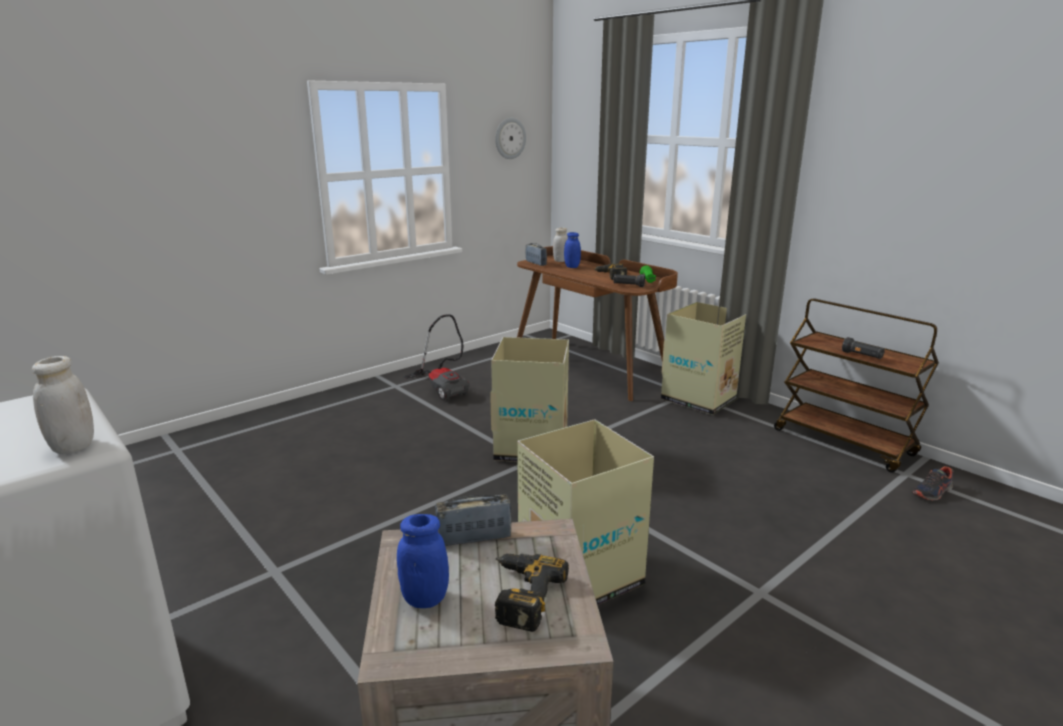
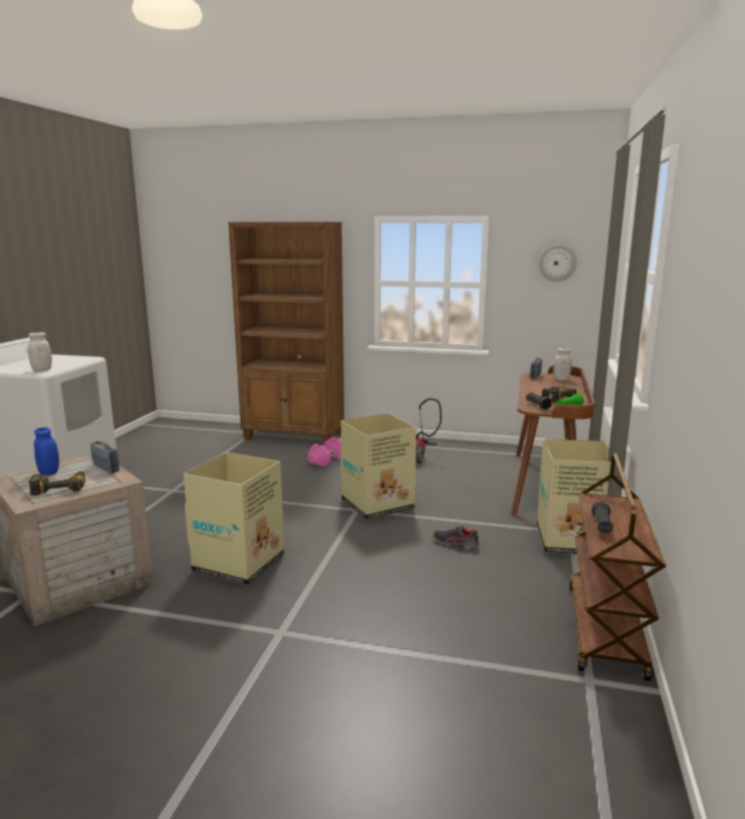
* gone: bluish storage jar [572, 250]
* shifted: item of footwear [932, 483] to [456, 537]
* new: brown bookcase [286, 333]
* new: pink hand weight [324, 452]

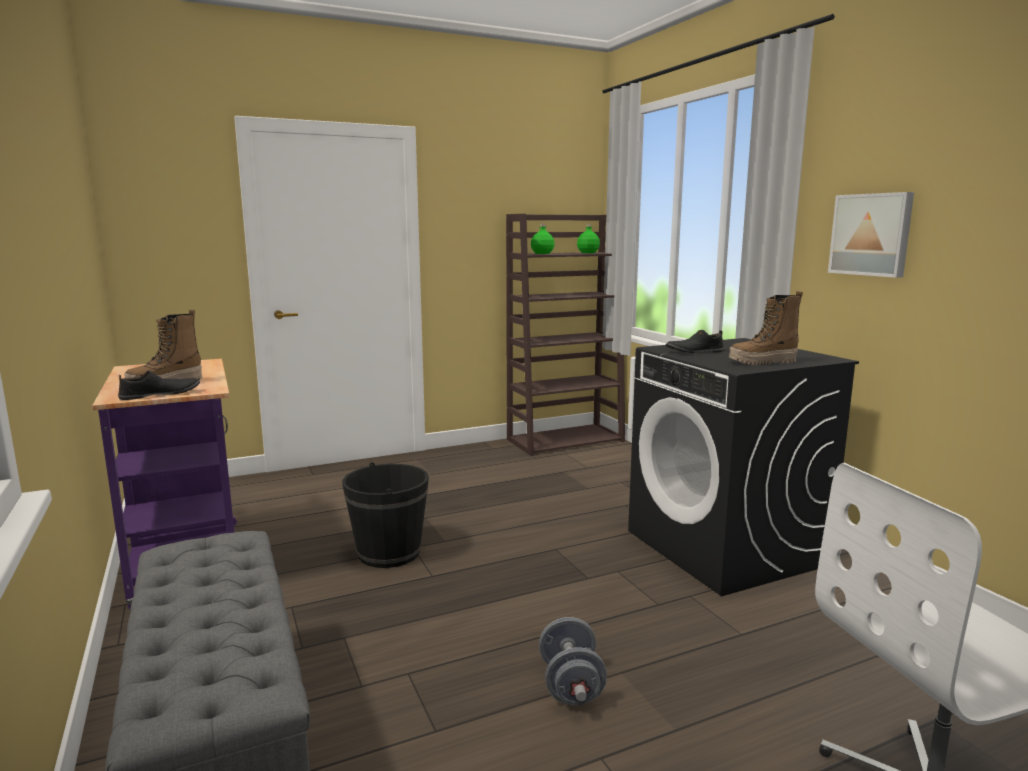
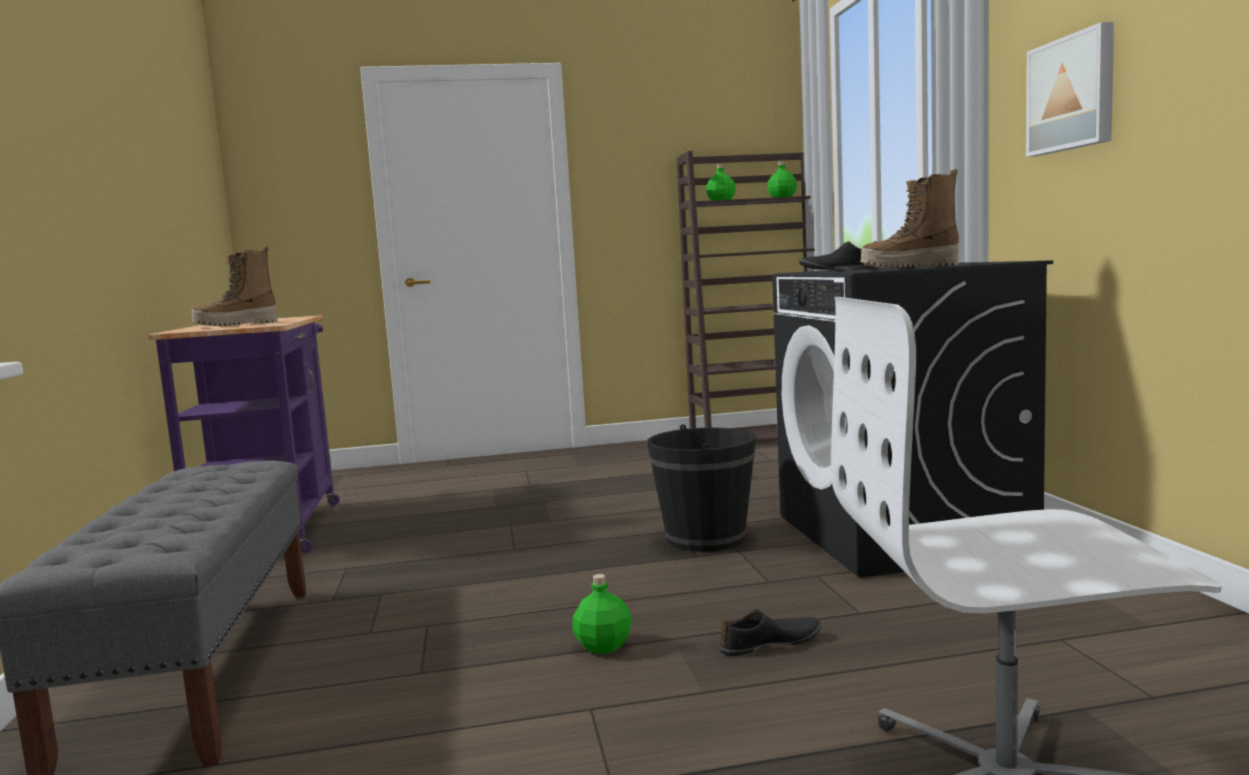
* shifted: black item of footwear [159, 385] to [770, 632]
* shifted: black bucket [385, 515] to [701, 488]
* swapped: greyish hand weight [573, 661] to greenish beverage bottle [602, 614]

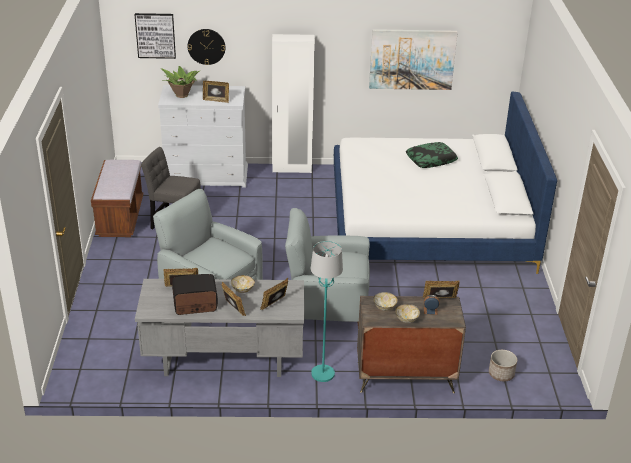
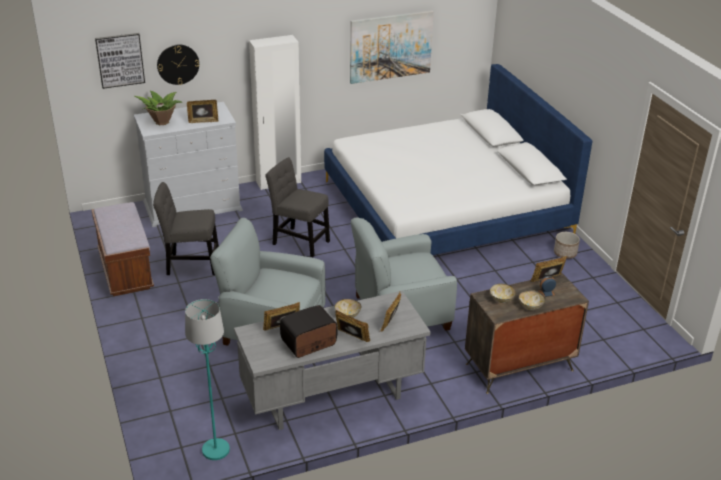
* gone: throw pillow [432, 155]
* shifted: blue-green standard lamp [327, 311] to [207, 379]
* shifted: planter [503, 365] to [567, 245]
* new: greyish chair [297, 207]

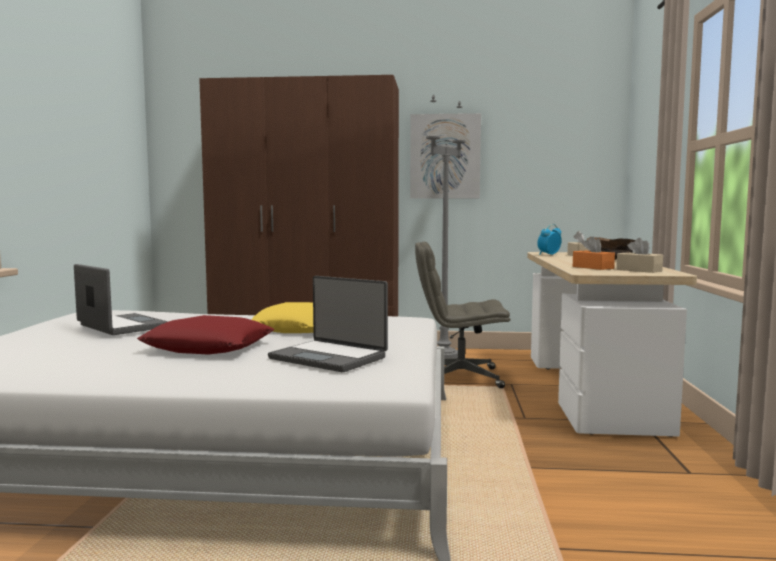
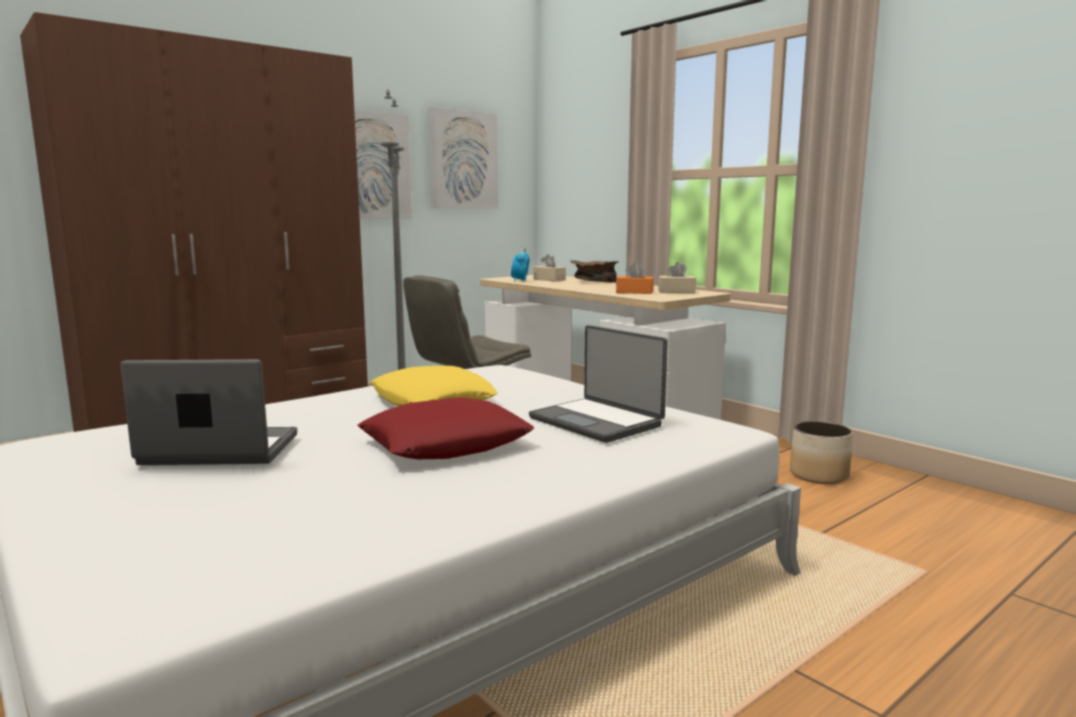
* rotated: portable computer [328, 324] = [598, 384] 60 degrees clockwise
* new: picture [463, 158]
* new: planter [821, 452]

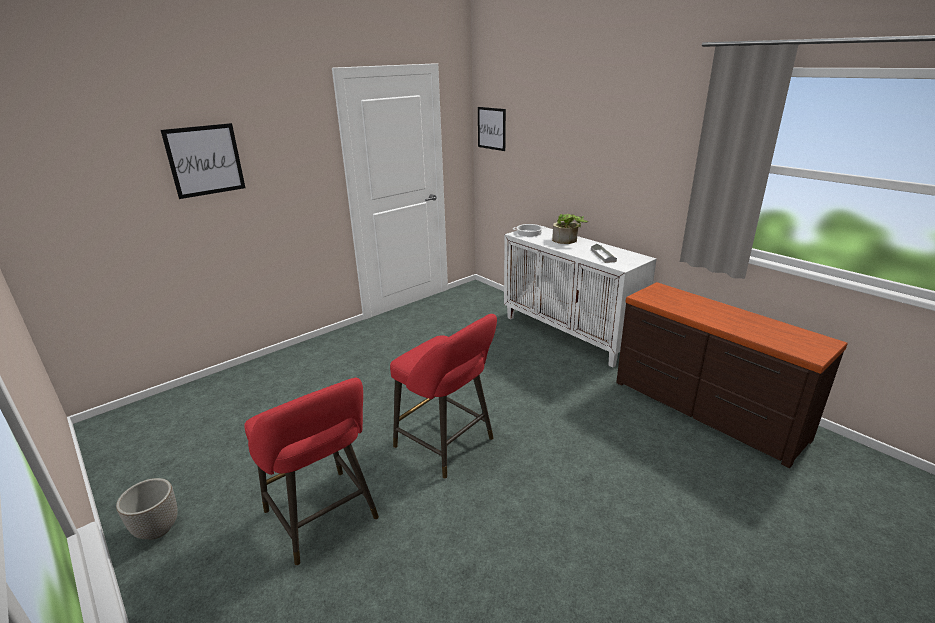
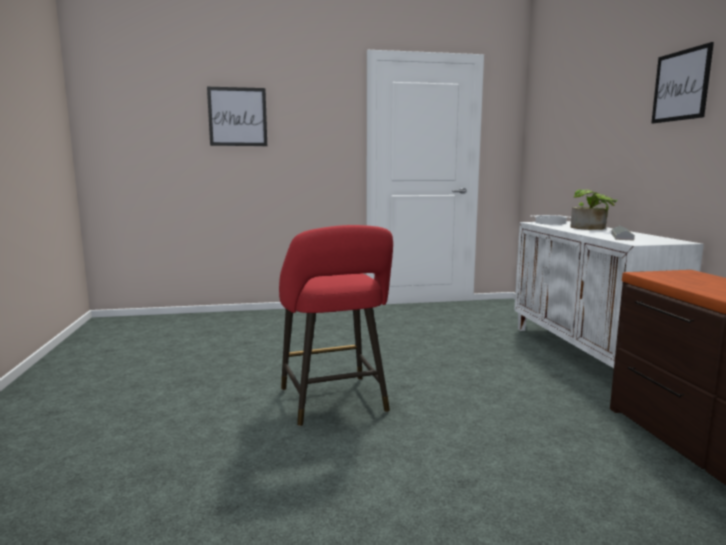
* shifted: picture [492, 129] to [682, 82]
* gone: red-coloured stool seat [311, 471]
* gone: planter [147, 509]

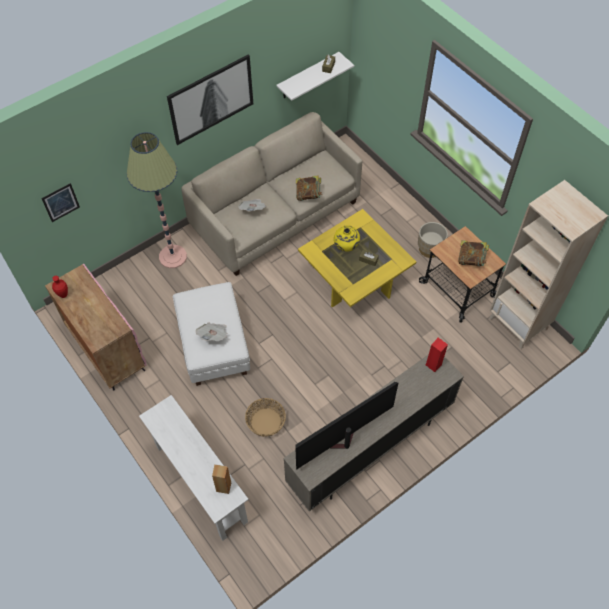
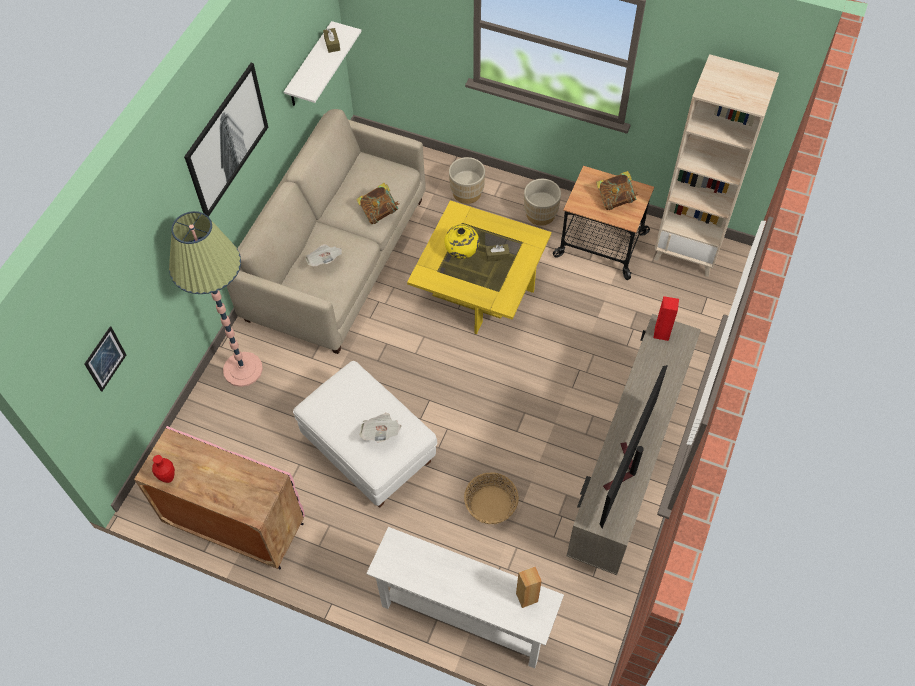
* new: beige planter [467, 180]

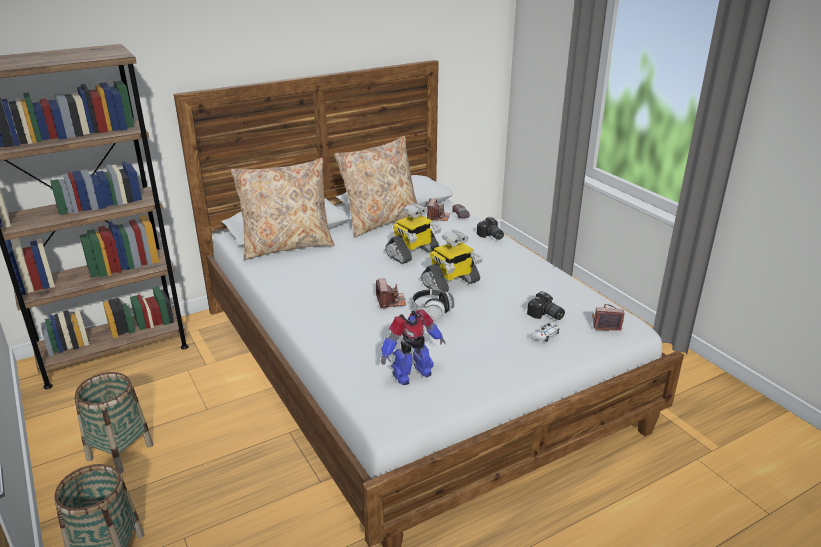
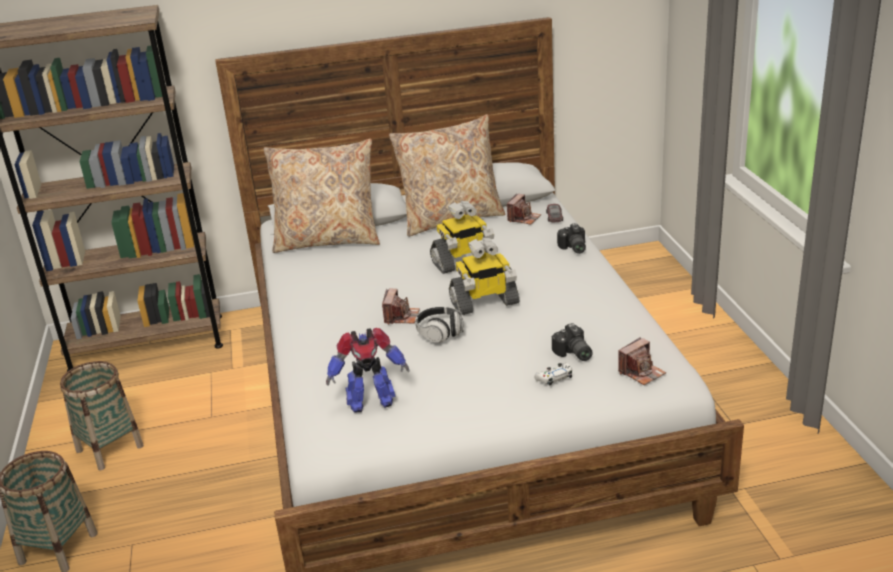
* rotated: still camera [608, 317] = [642, 361] 120 degrees clockwise

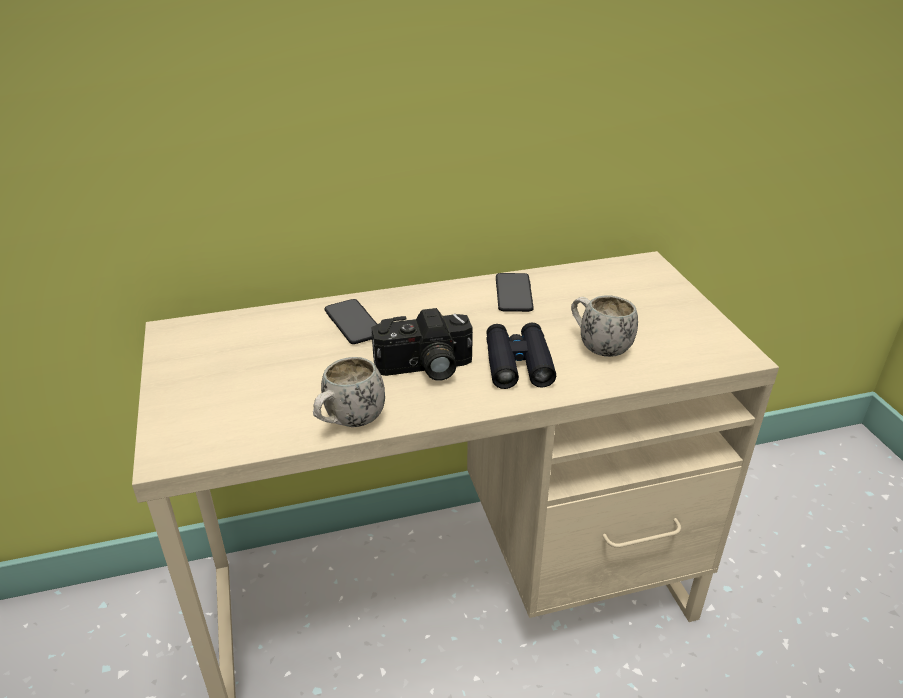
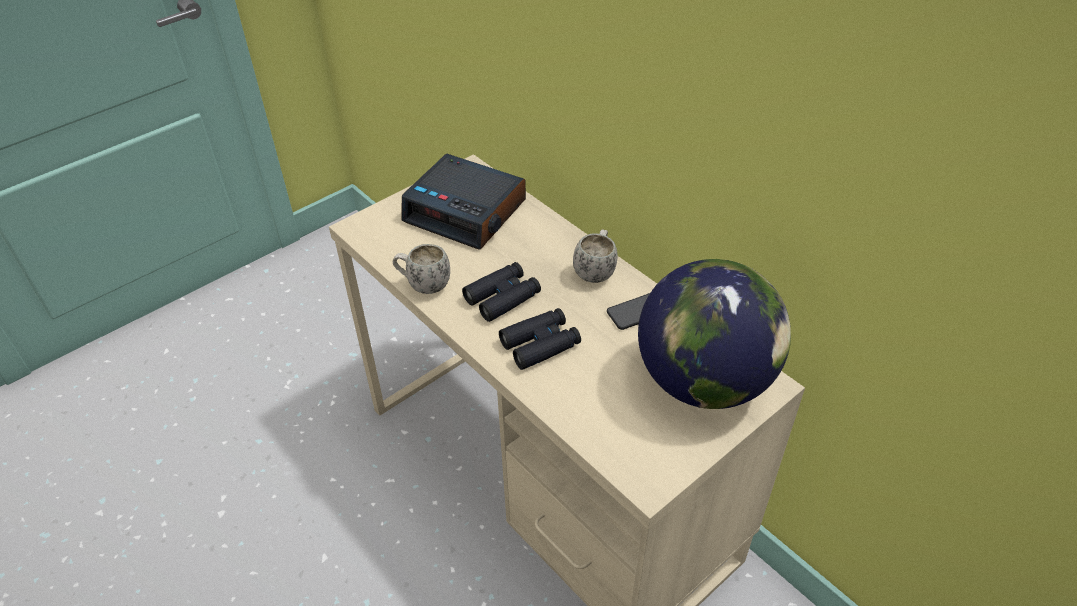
* shifted: white-coloured tea mug [604, 326] to [595, 256]
* gone: phone [351, 321]
* swapped: still camera [422, 344] to black binoculars [501, 292]
* new: bedside clock [464, 202]
* new: world globe [714, 334]

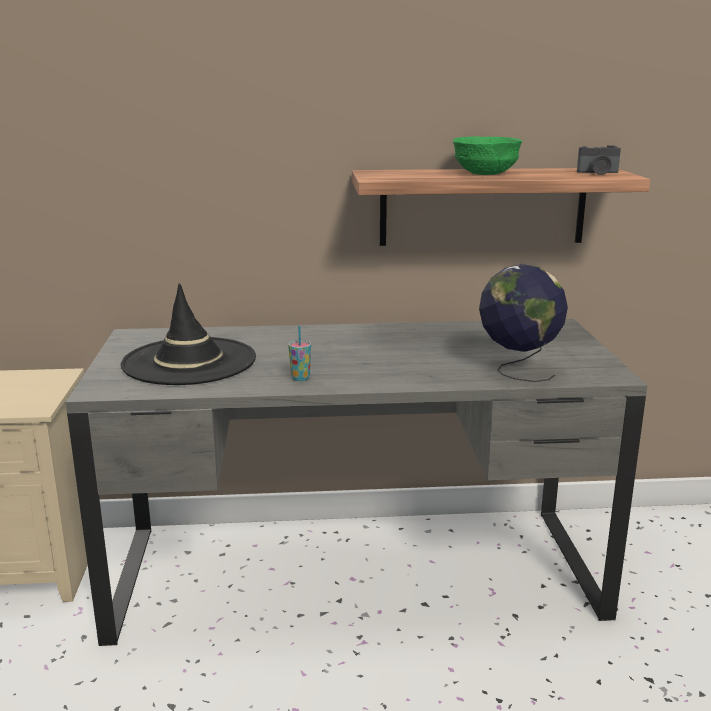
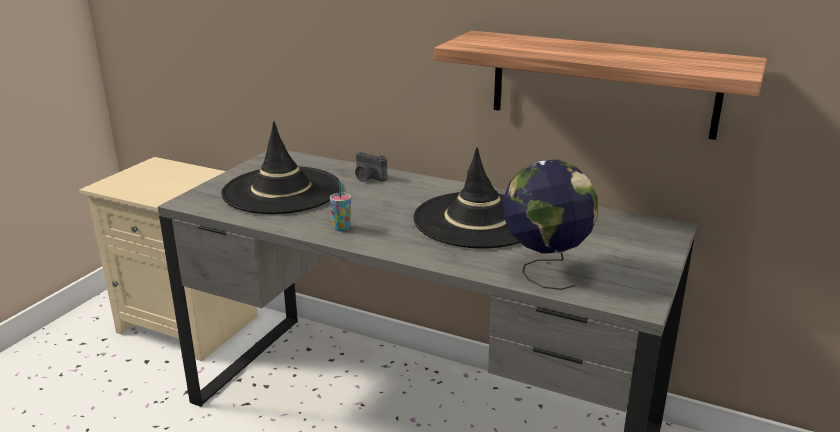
* gone: greenish bowl [487, 156]
* shifted: still camera [599, 160] to [371, 167]
* new: black hat [466, 198]

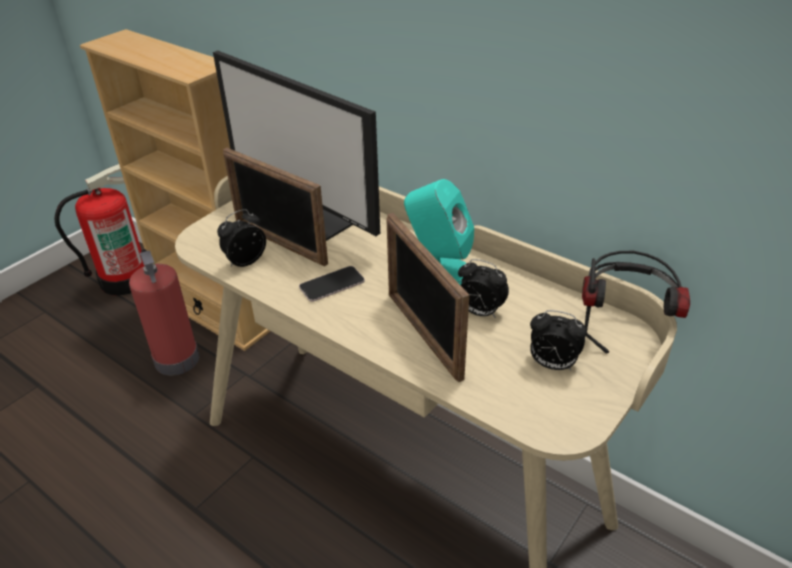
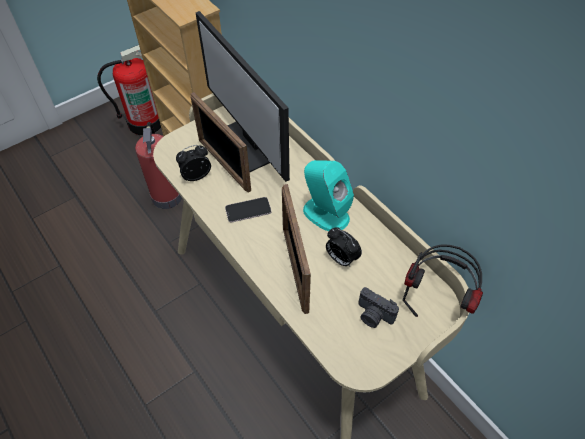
* swapped: bedside clock [558, 340] to still camera [378, 307]

